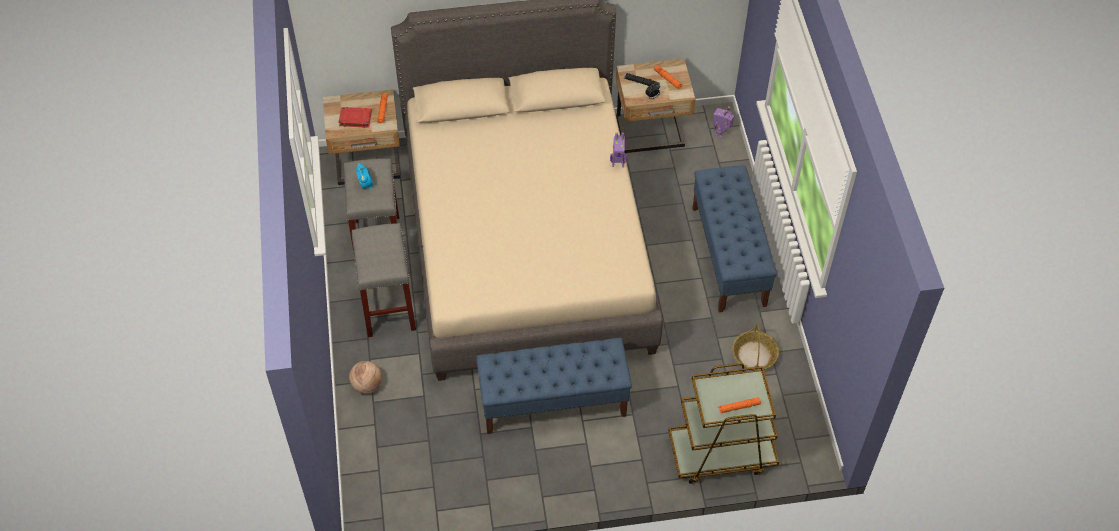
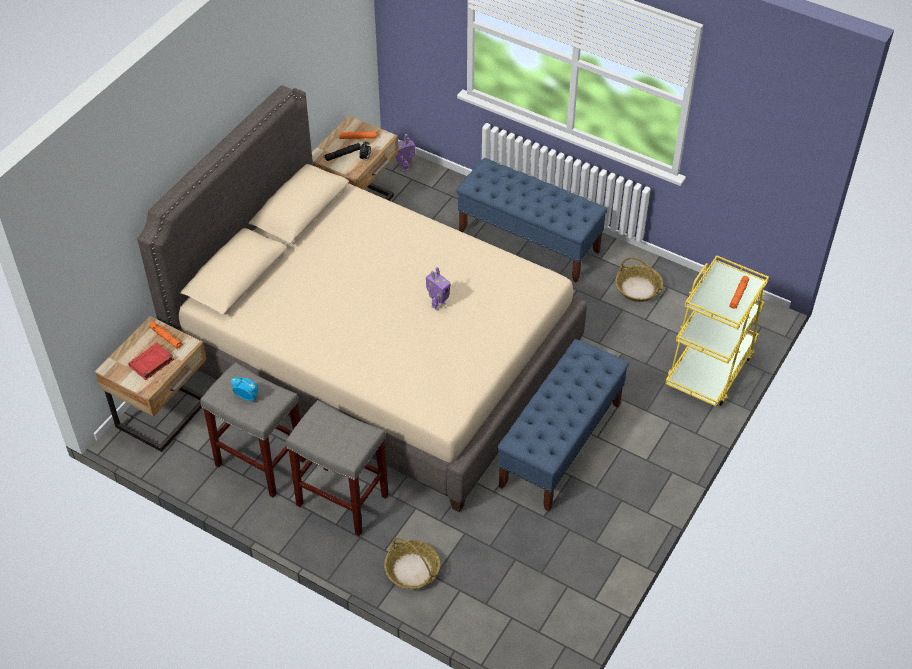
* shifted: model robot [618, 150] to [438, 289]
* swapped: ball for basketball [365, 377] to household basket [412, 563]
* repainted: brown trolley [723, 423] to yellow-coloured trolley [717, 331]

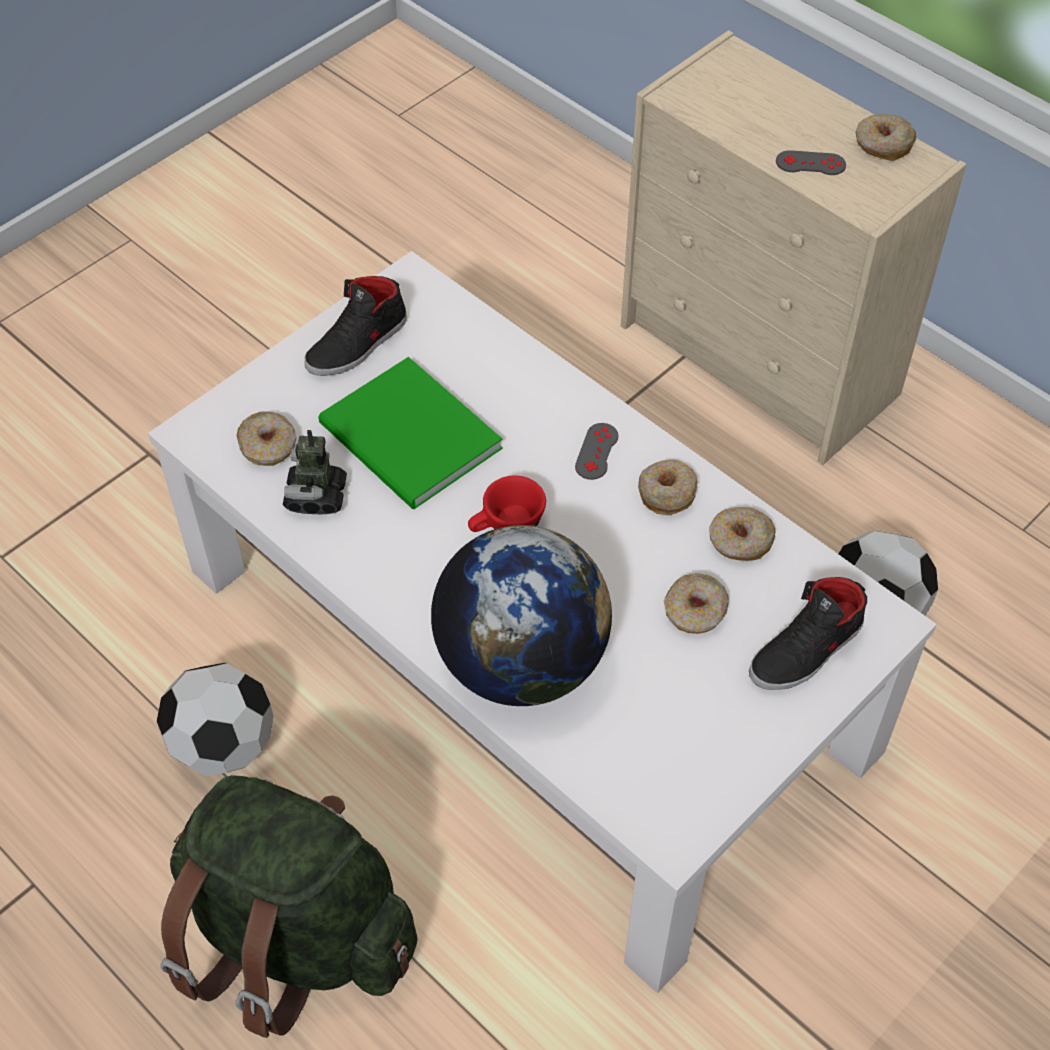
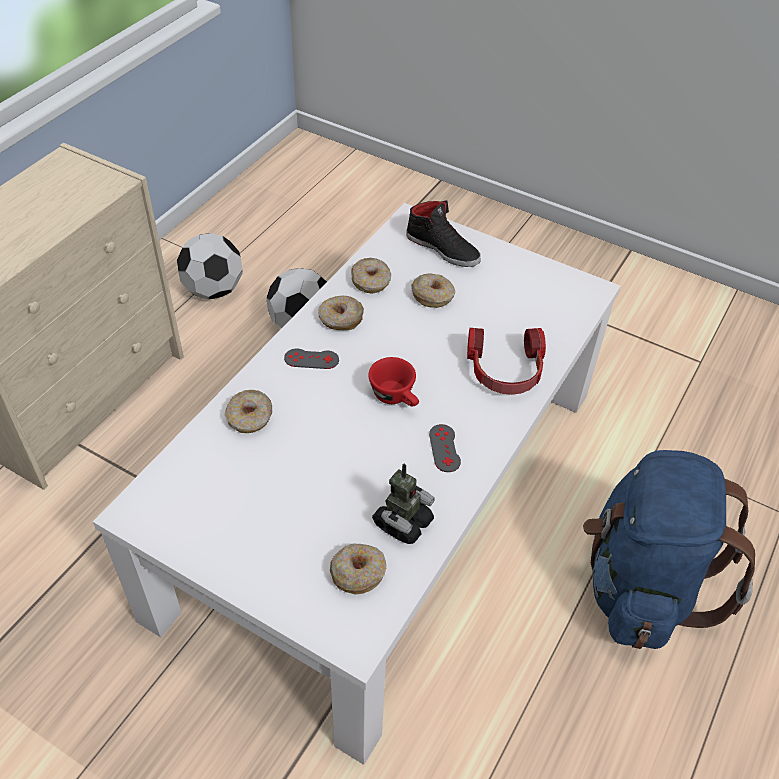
* shifted: doughnut [886, 137] to [248, 411]
* shifted: greyish gamepad [811, 162] to [445, 448]
* gone: black item of footwear [355, 326]
* gone: greenish bound book [410, 433]
* rotated: model robot [315, 472] = [403, 503] 45 degrees counterclockwise
* swapped: world globe [521, 615] to headset [506, 361]
* shifted: ball for football [214, 719] to [210, 266]
* repainted: greenish knapsack [289, 906] to bluish knapsack [669, 549]

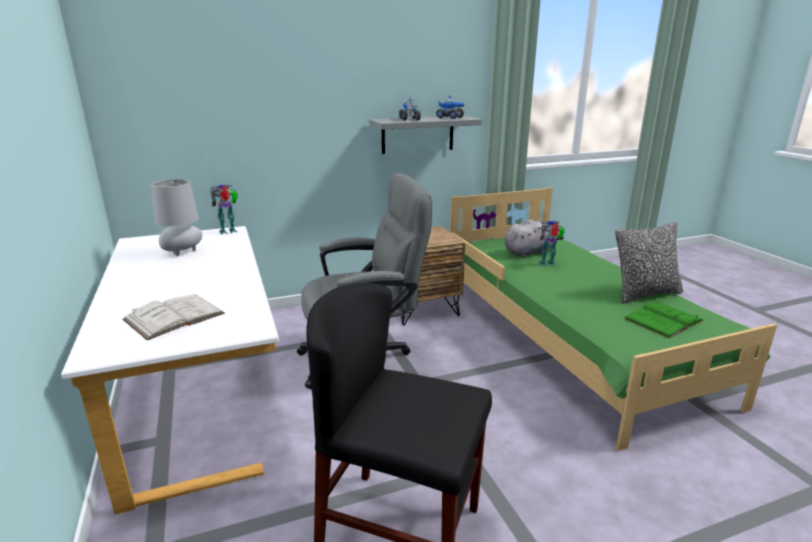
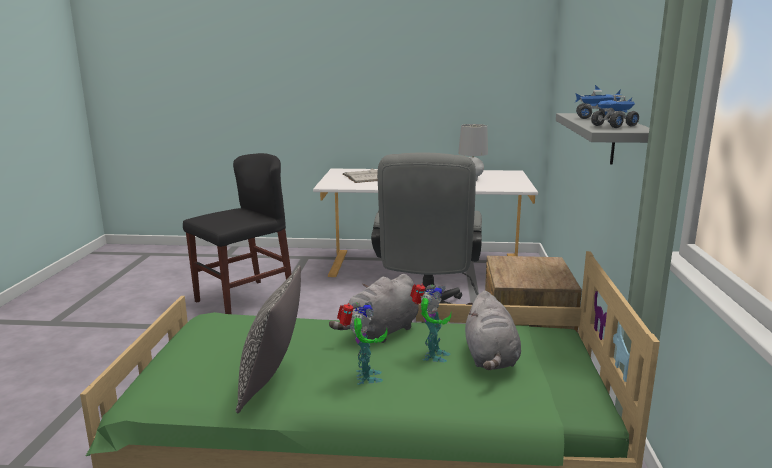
* shifted: model robot [224, 209] to [362, 343]
* gone: greenish bound book [664, 320]
* new: greyish cuddly toy [374, 308]

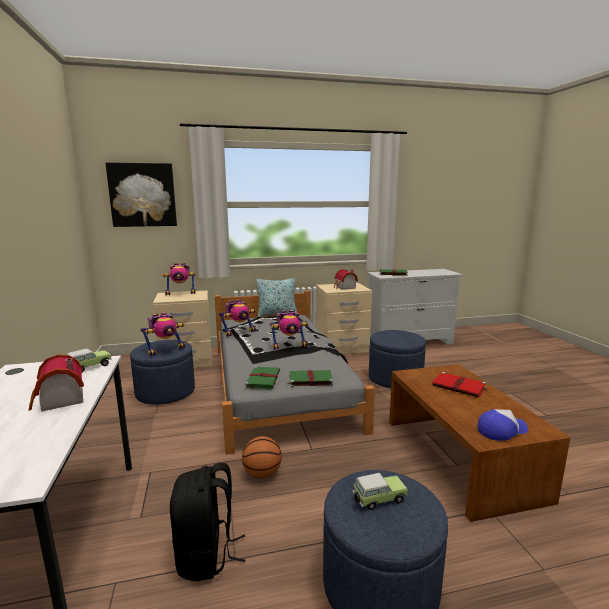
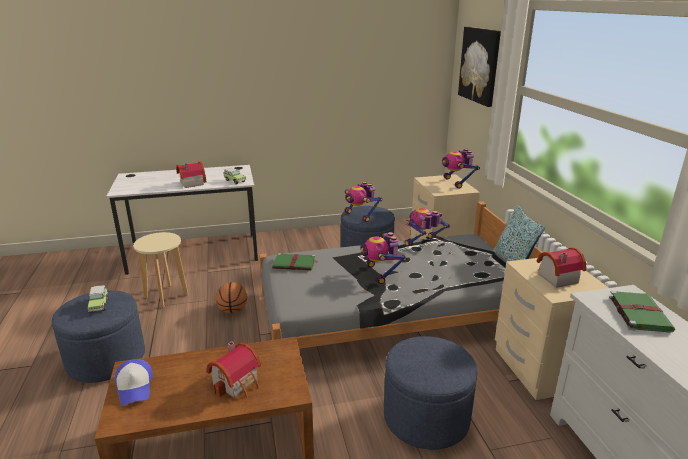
* rotated: model robot [237, 318] = [427, 227] 90 degrees clockwise
* gone: greenish bound book [310, 378]
* swapped: red-coloured bound book [460, 384] to model house [233, 369]
* swapped: black knapsack [207, 522] to beige stool seat [160, 270]

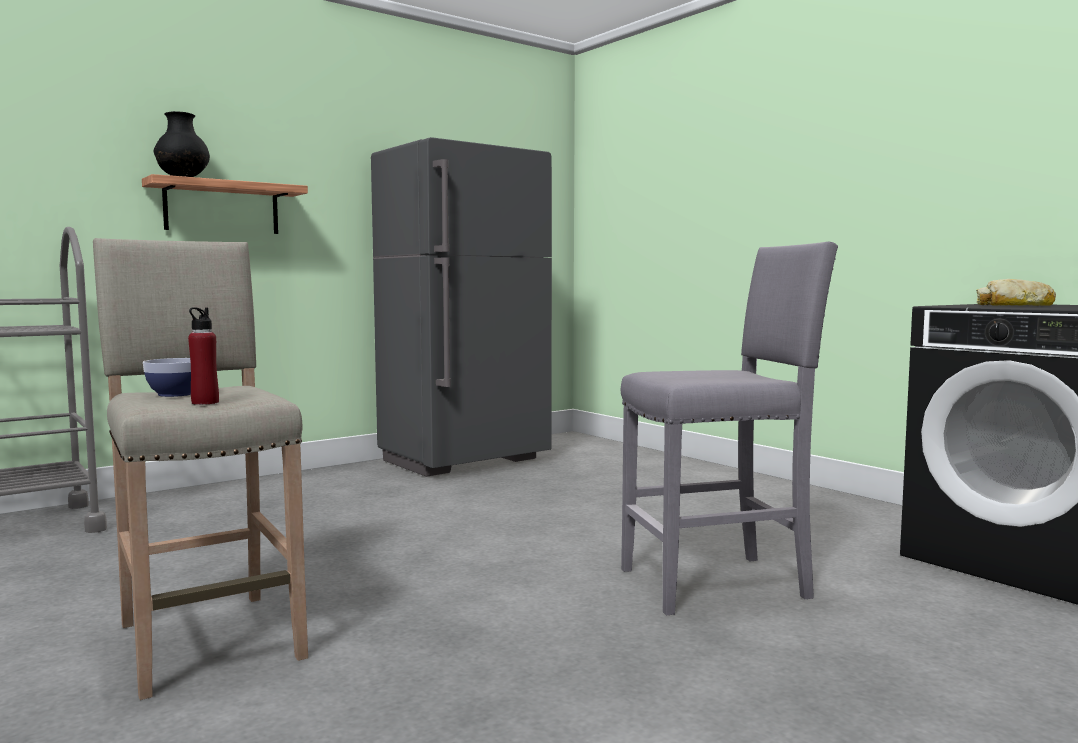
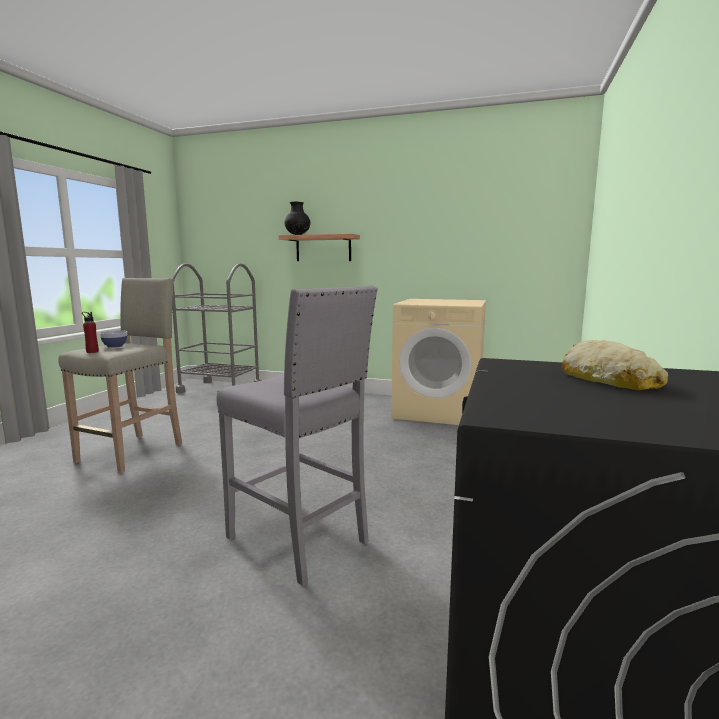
* swapped: greyish fridge [461, 307] to beige washing machine [438, 362]

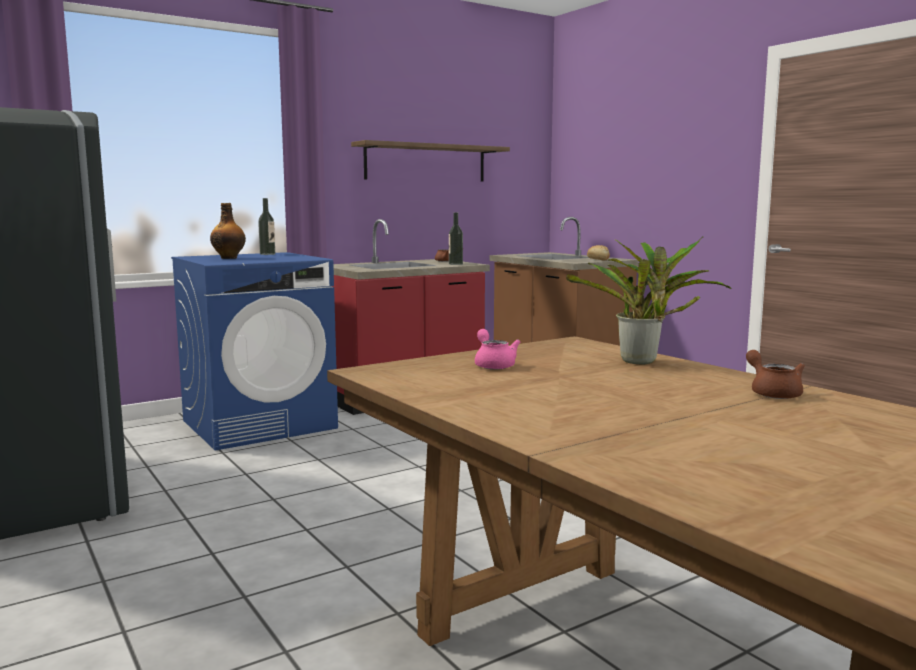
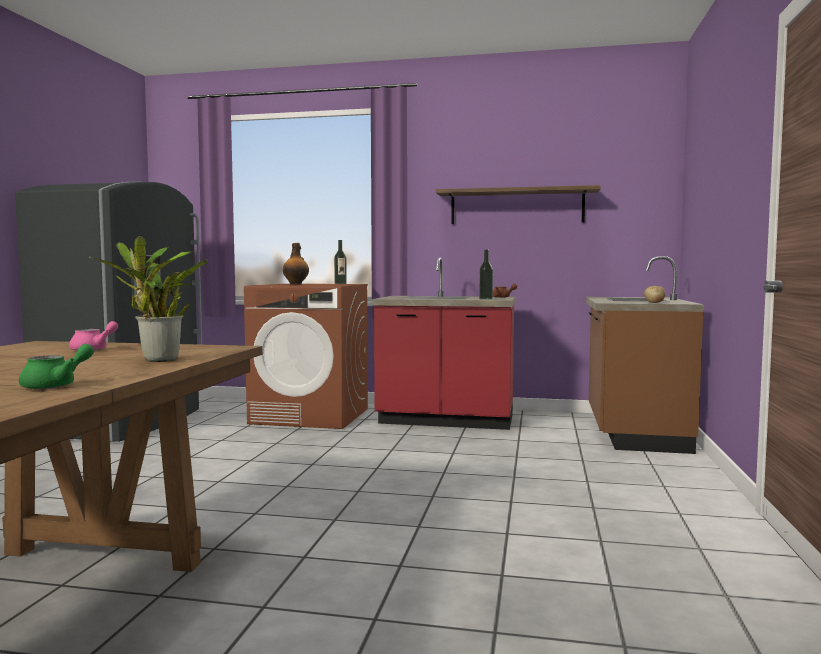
* repainted: bluish washing machine [254, 351] to brown washing machine [306, 356]
* repainted: brown pot for tea [775, 374] to greenish pot for tea [56, 366]

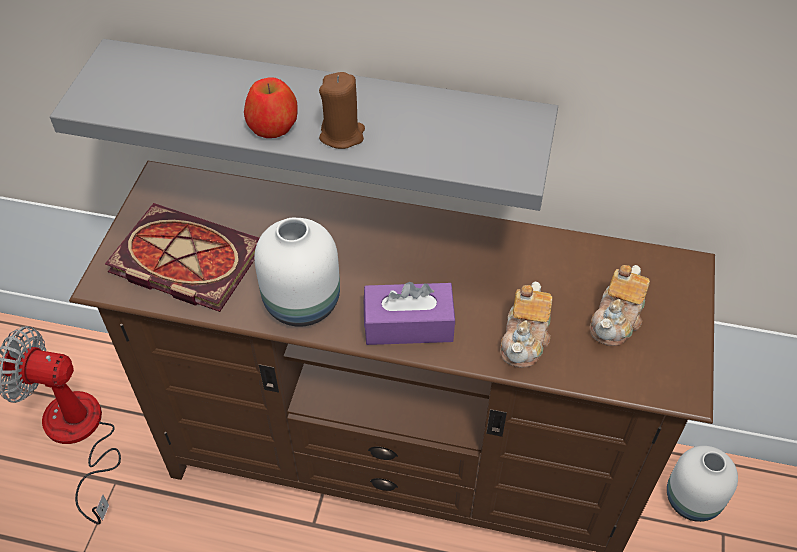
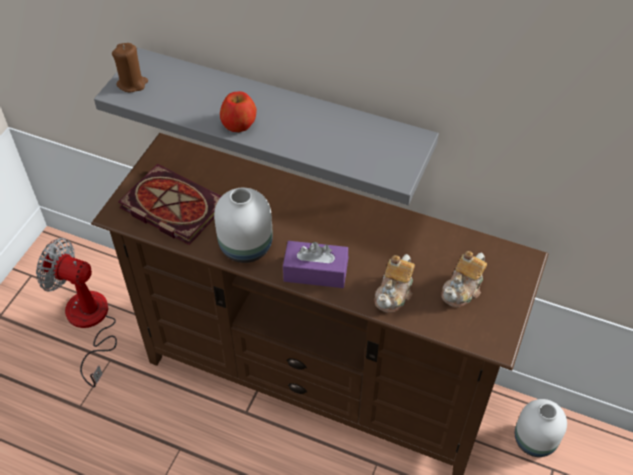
* shifted: brown candle [342, 110] to [130, 67]

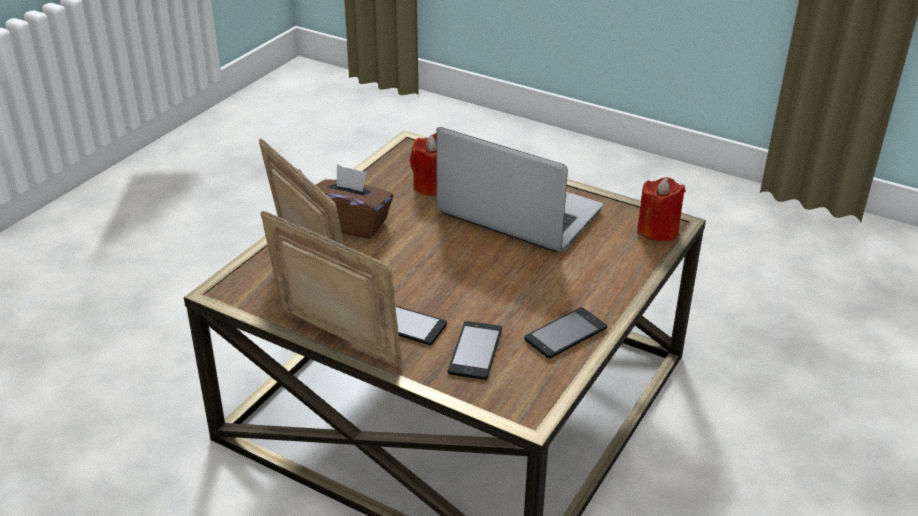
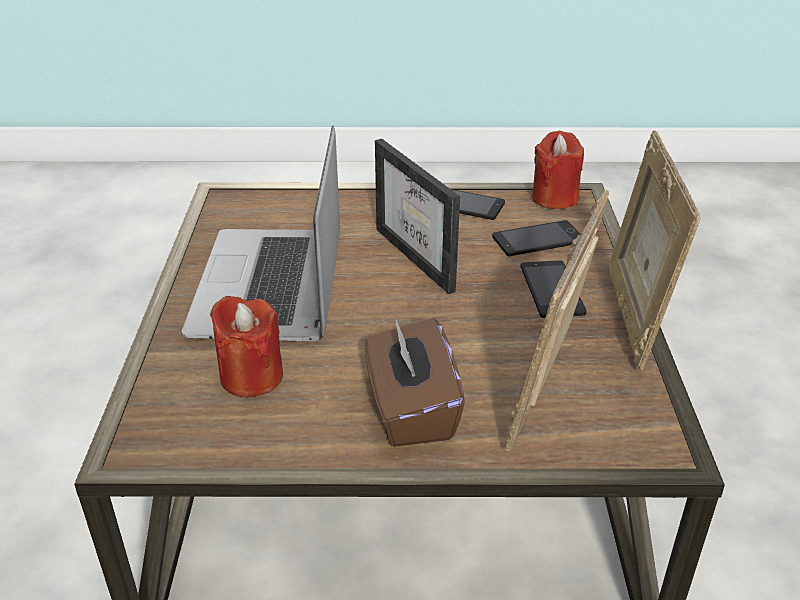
* shifted: red-coloured candle [661, 209] to [558, 170]
* new: picture frame [417, 216]

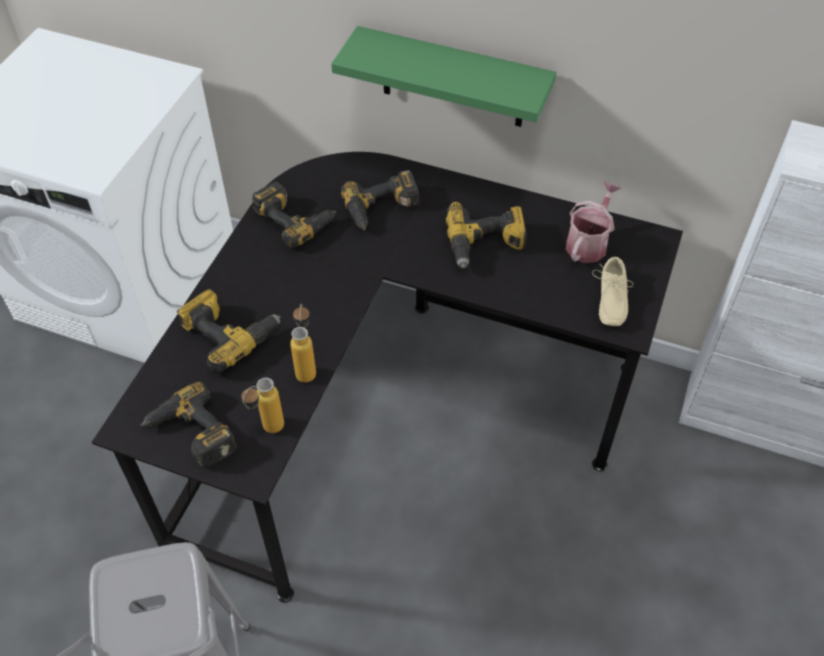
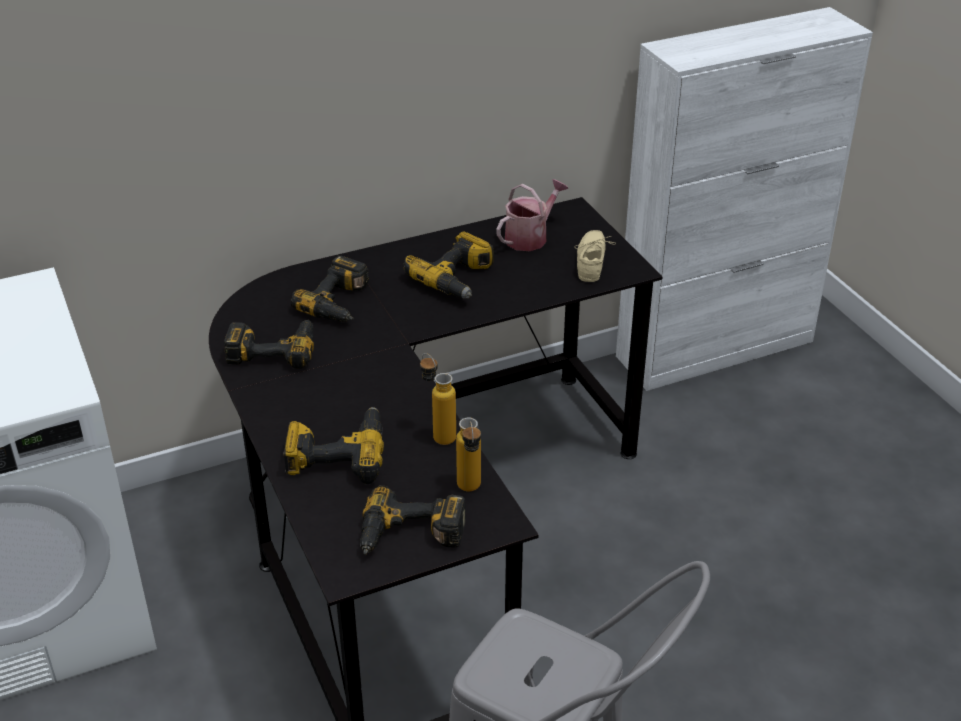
* gone: greenish shelf [443, 76]
* rotated: sprinkling can [594, 222] = [532, 215] 60 degrees clockwise
* rotated: beige item of footwear [612, 291] = [596, 256] 135 degrees counterclockwise

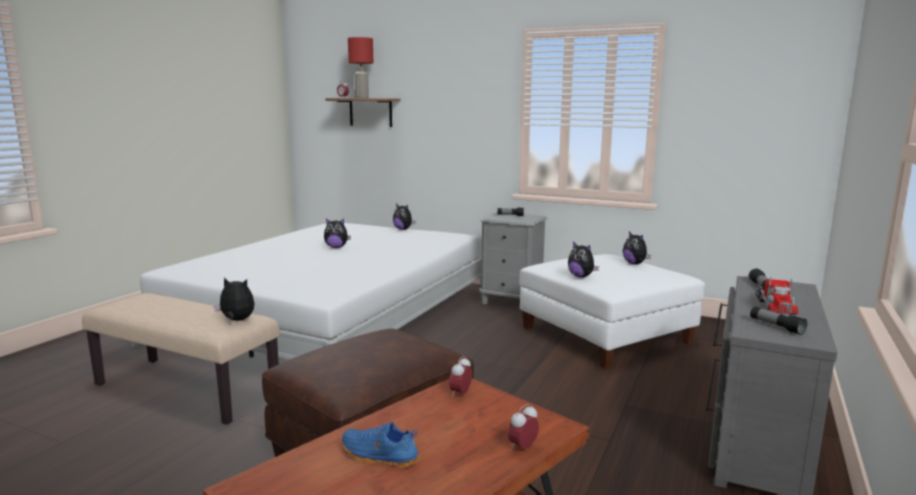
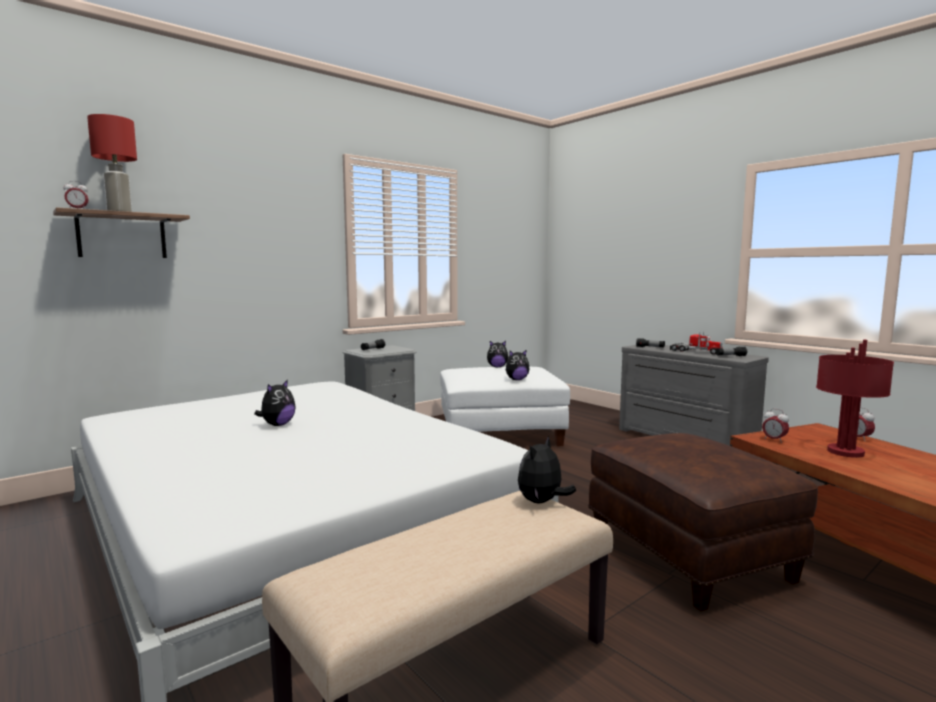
* gone: cuddly toy [404, 217]
* gone: bluish item of footwear [381, 445]
* new: red-coloured tabletop lamp [855, 399]

